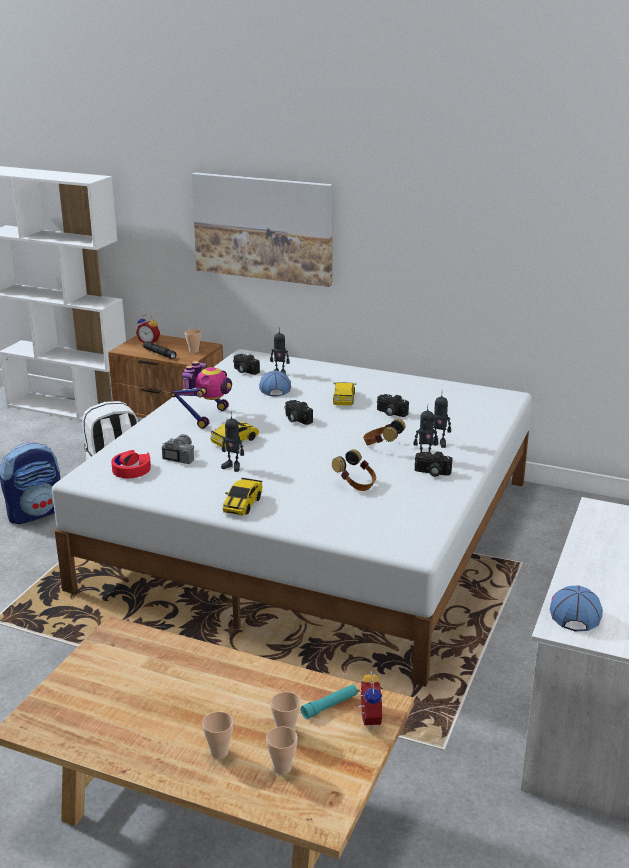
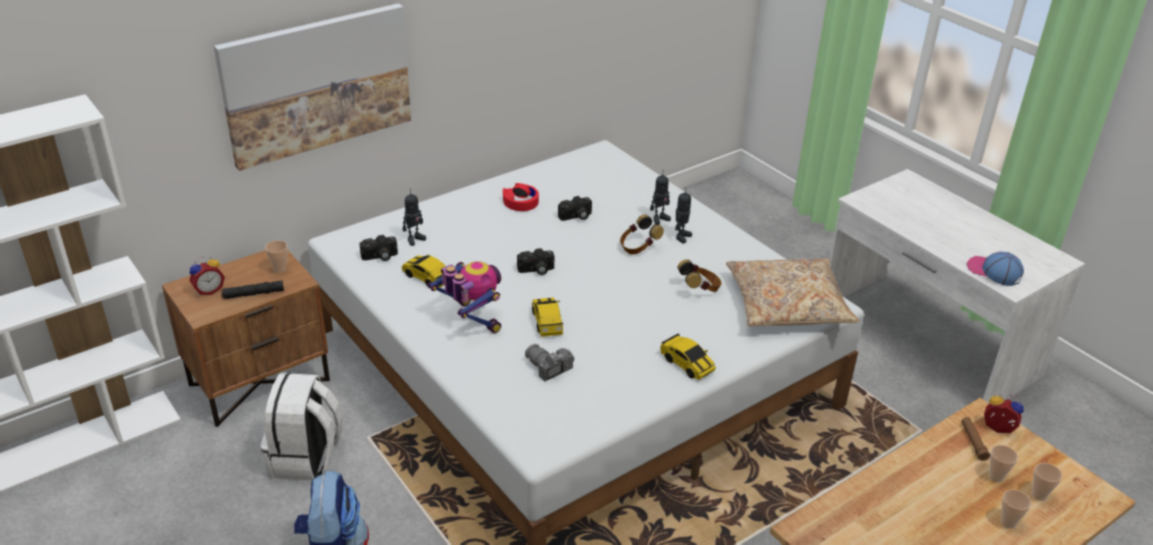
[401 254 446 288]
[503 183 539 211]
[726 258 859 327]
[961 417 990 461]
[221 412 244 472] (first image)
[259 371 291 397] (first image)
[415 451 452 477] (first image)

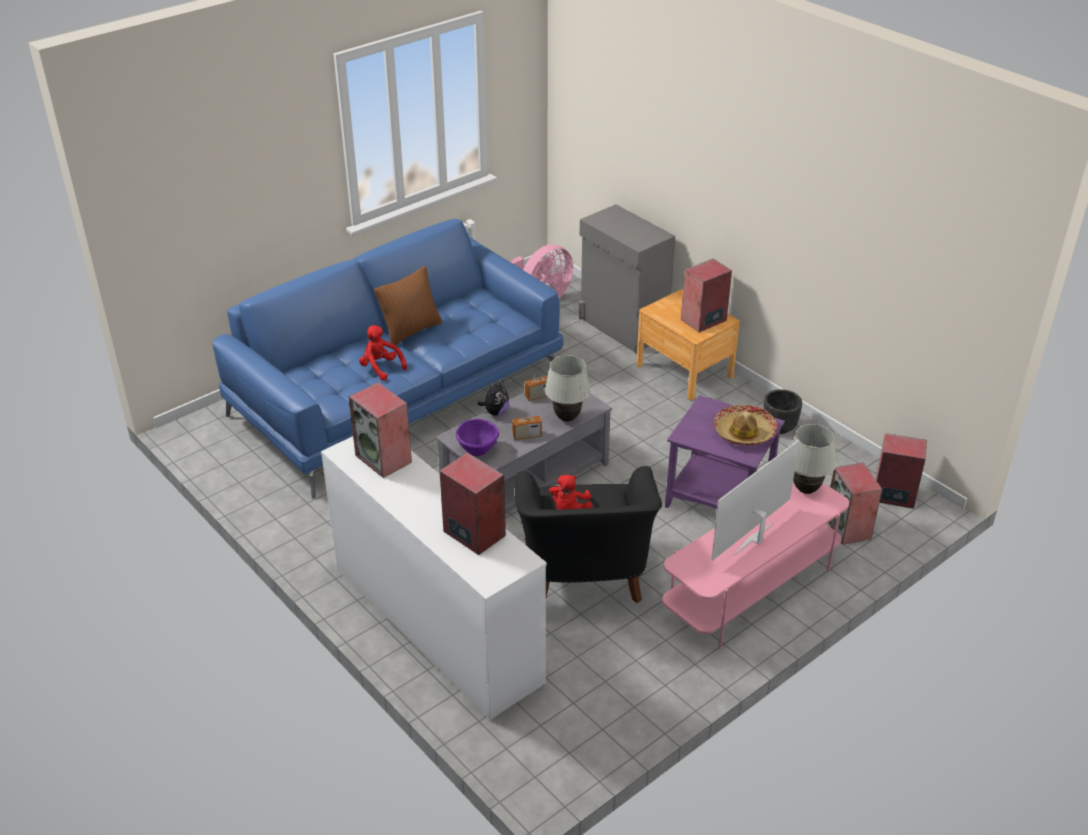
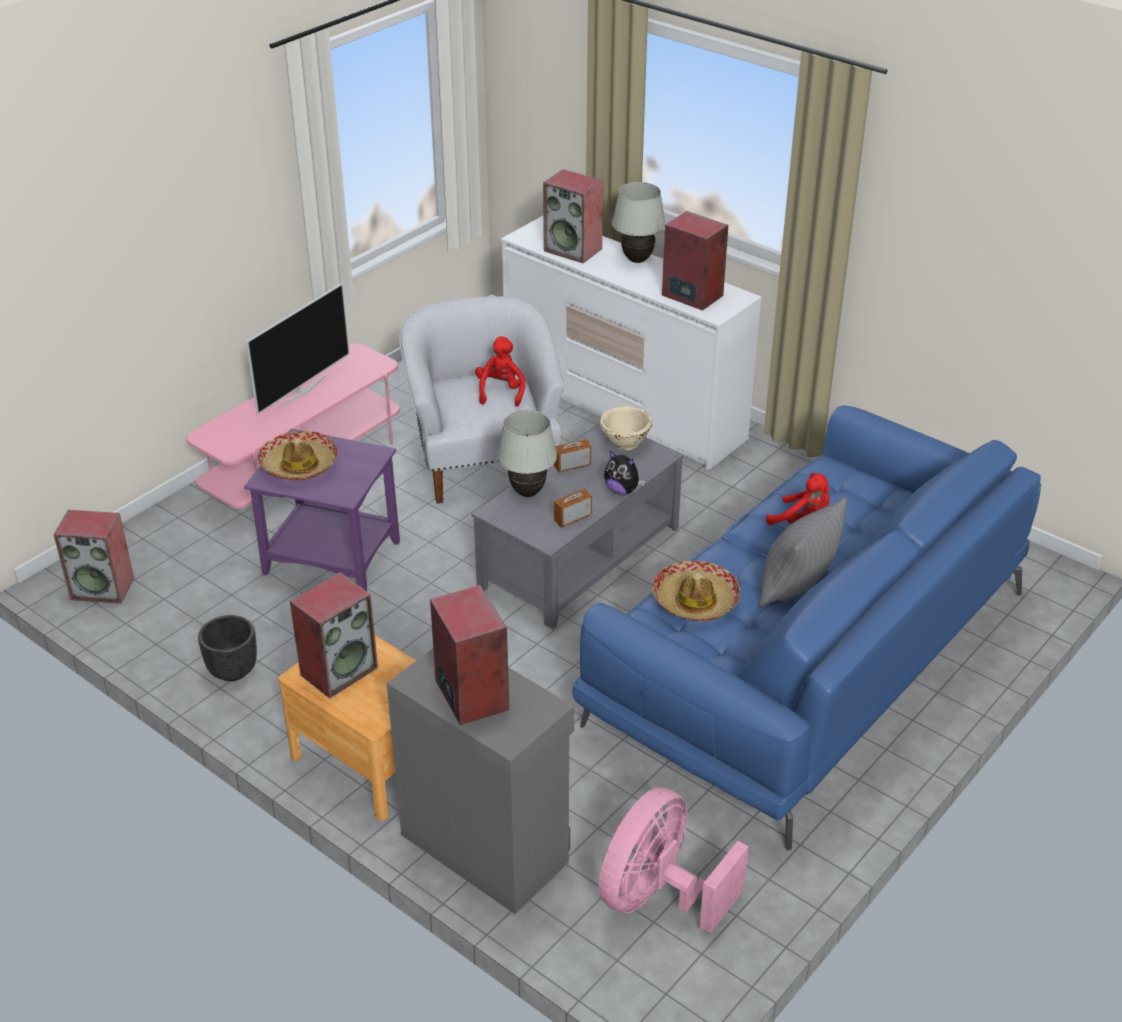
[399 296 565 504]
[430 585 509 725]
[600 406 653 450]
[604 451 645 495]
[612 182 665 263]
[652 561 740 622]
[758 497 847 608]

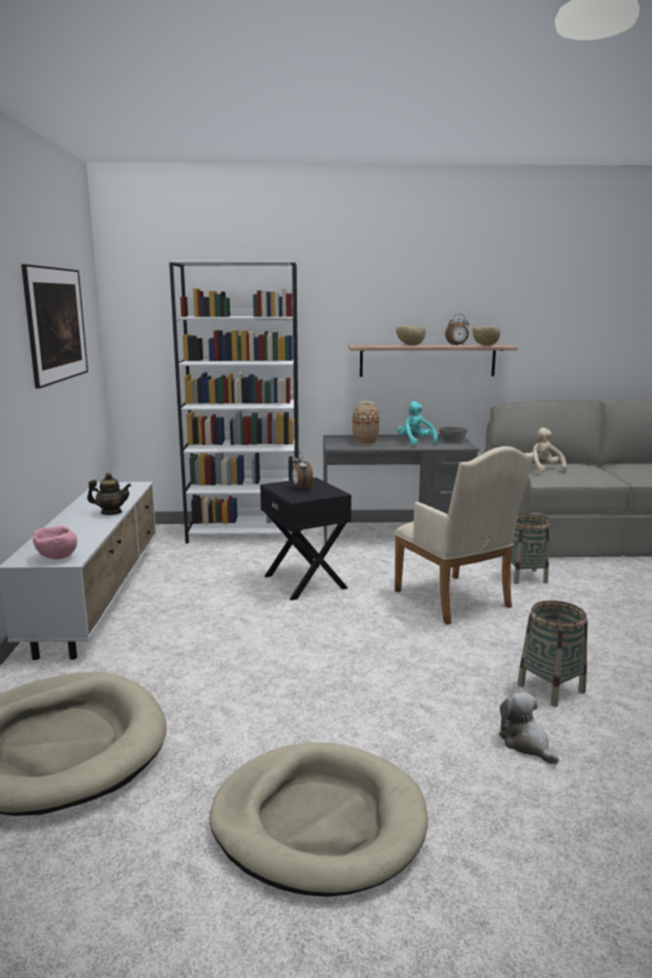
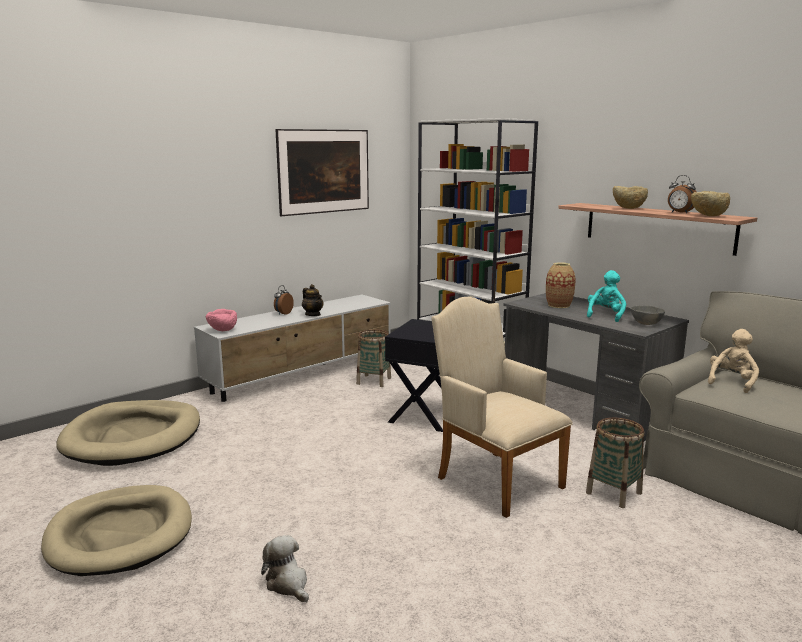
[261 535 309 603]
[274 285 294 315]
[356 329 391 387]
[431 297 573 518]

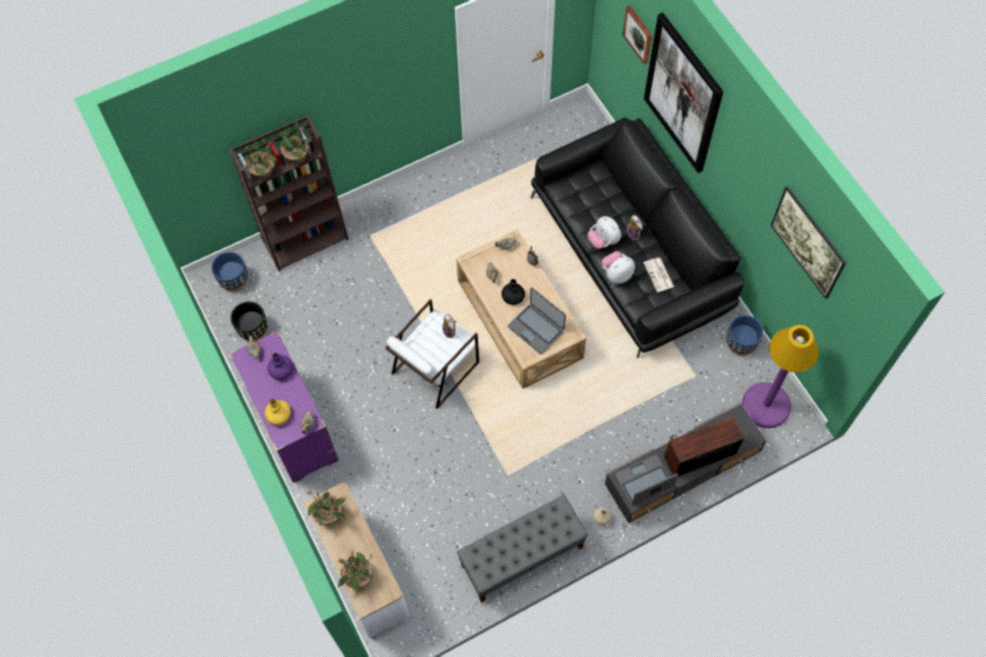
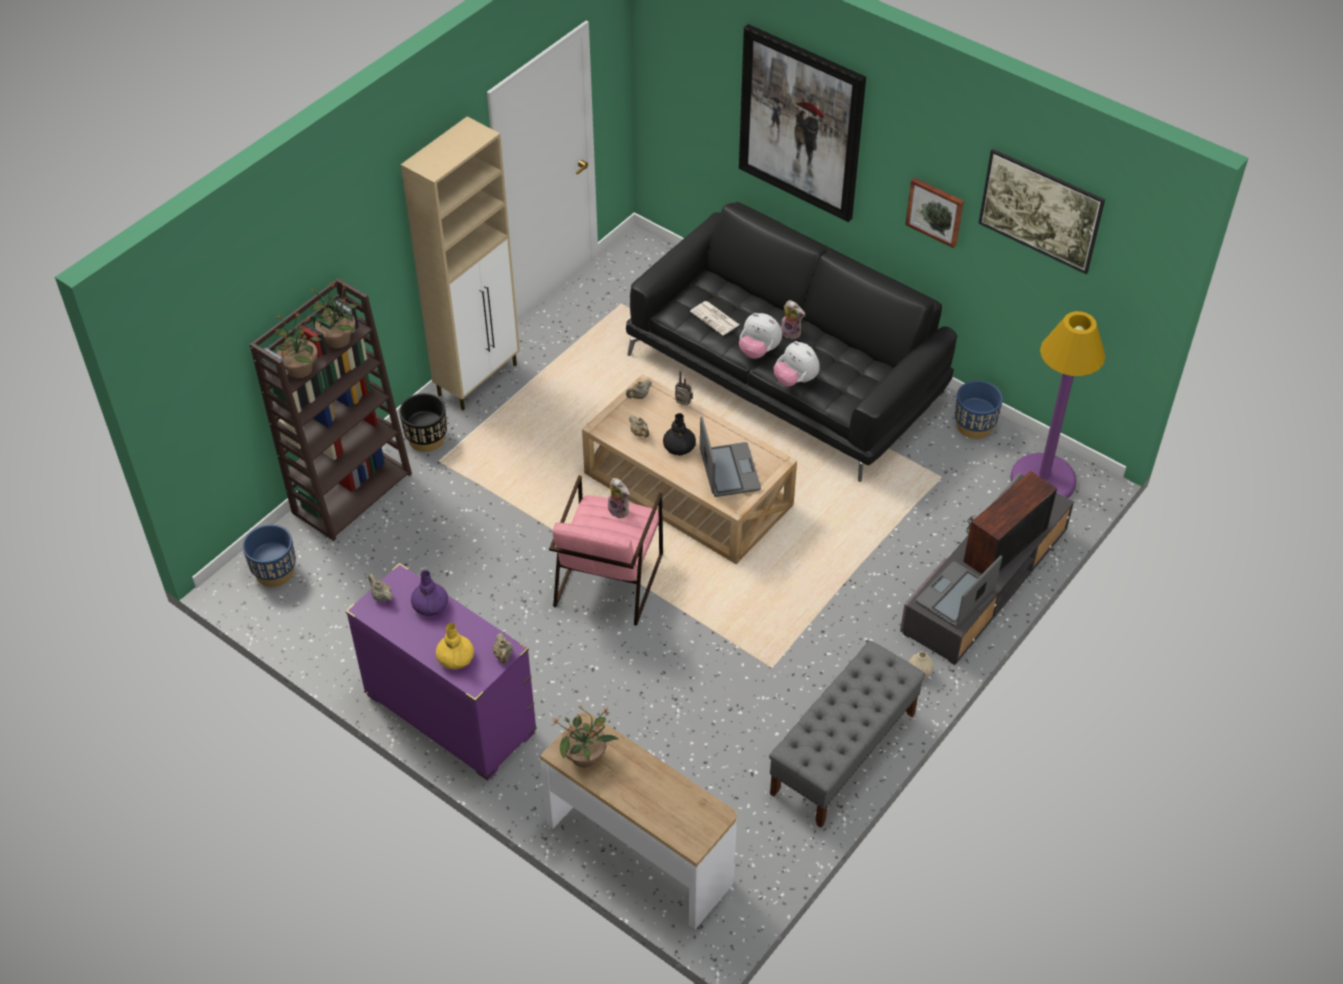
[399 393 447 452]
[401 117 520 410]
[549 475 663 626]
[690 301 739 336]
[700 417 761 497]
[774 341 820 386]
[905 177 964 248]
[337 551 373 592] (first image)

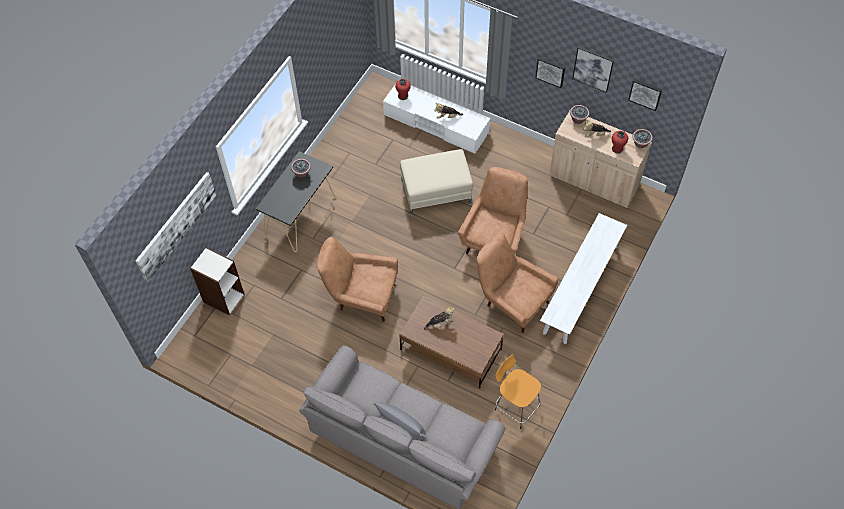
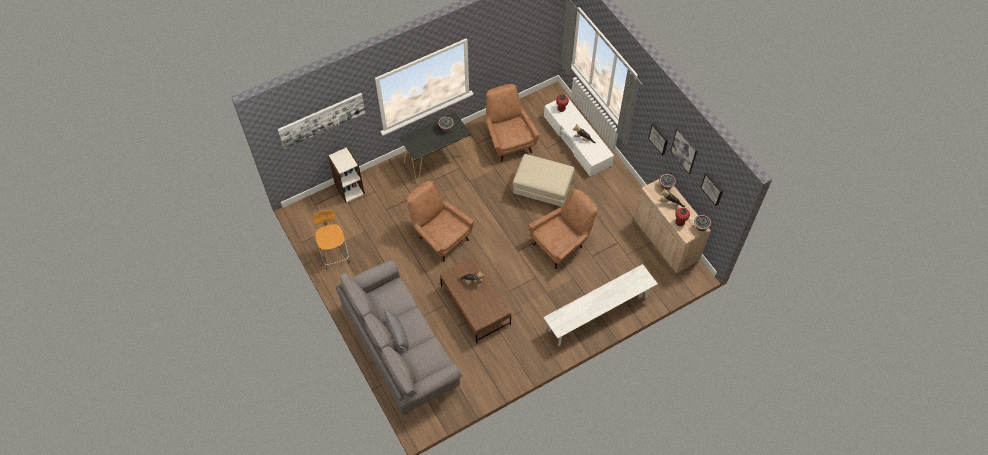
[312 210 350 269]
[486 84 540 162]

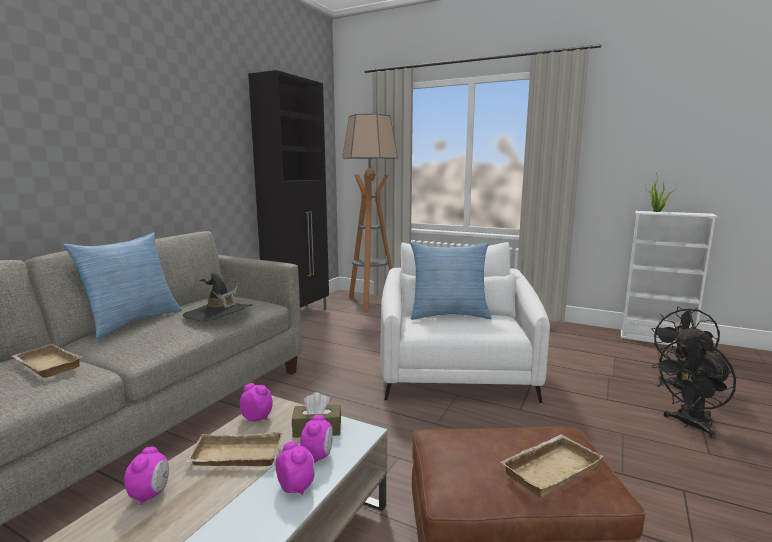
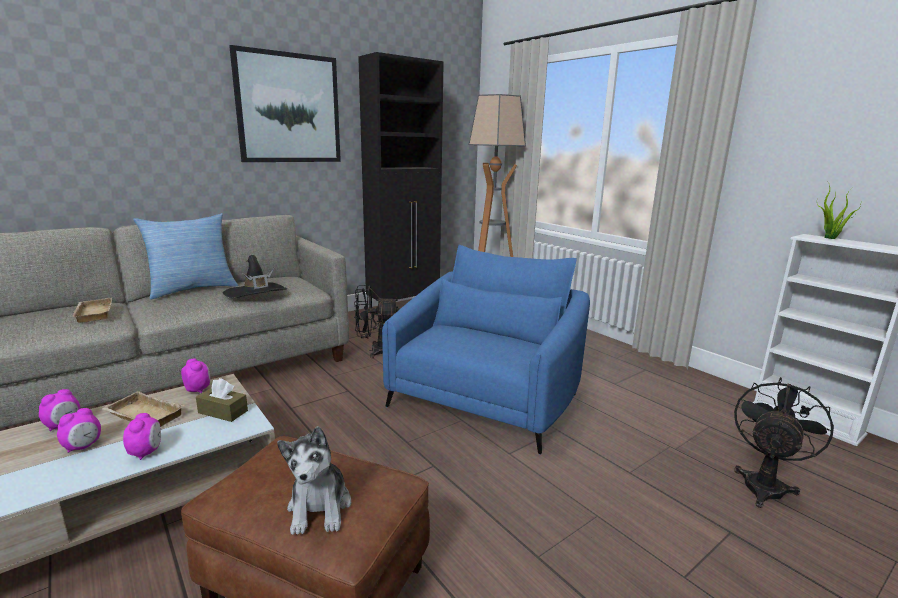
[57 408 101 453]
[229 45 341 162]
[277 426 351 535]
[354 285 400 358]
[382 245 590 455]
[410 242 492 320] (first image)

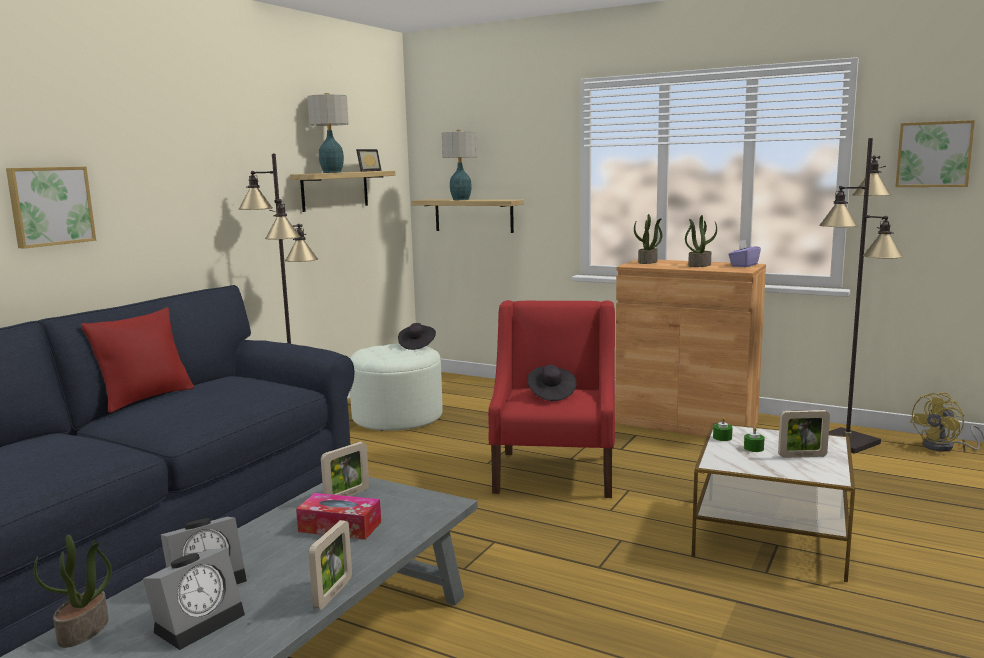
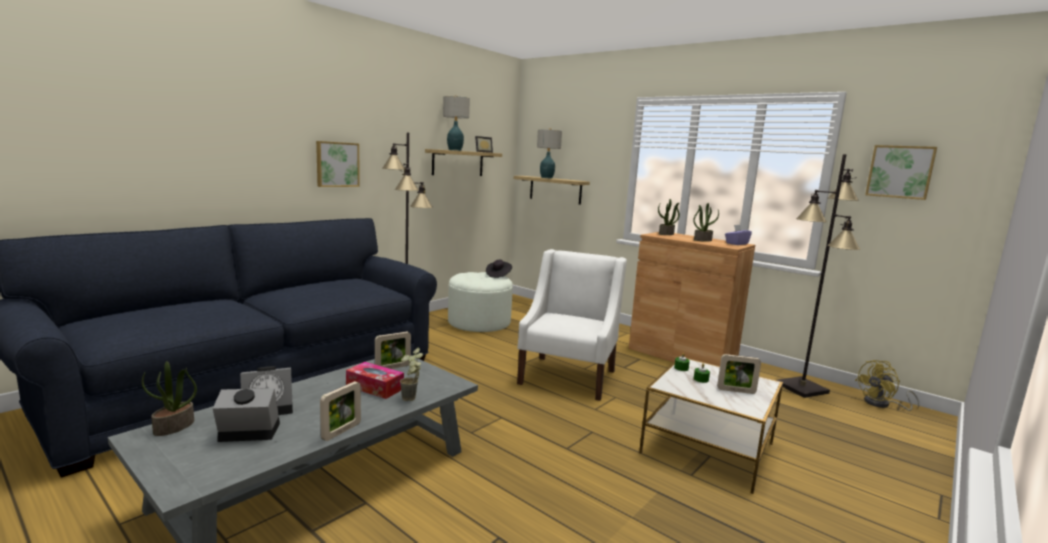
[213 388 280 442]
[316 141 360 187]
[400 347 423 401]
[517 249 627 401]
[81 307 194 413] (first image)
[527 365 576 401] (first image)

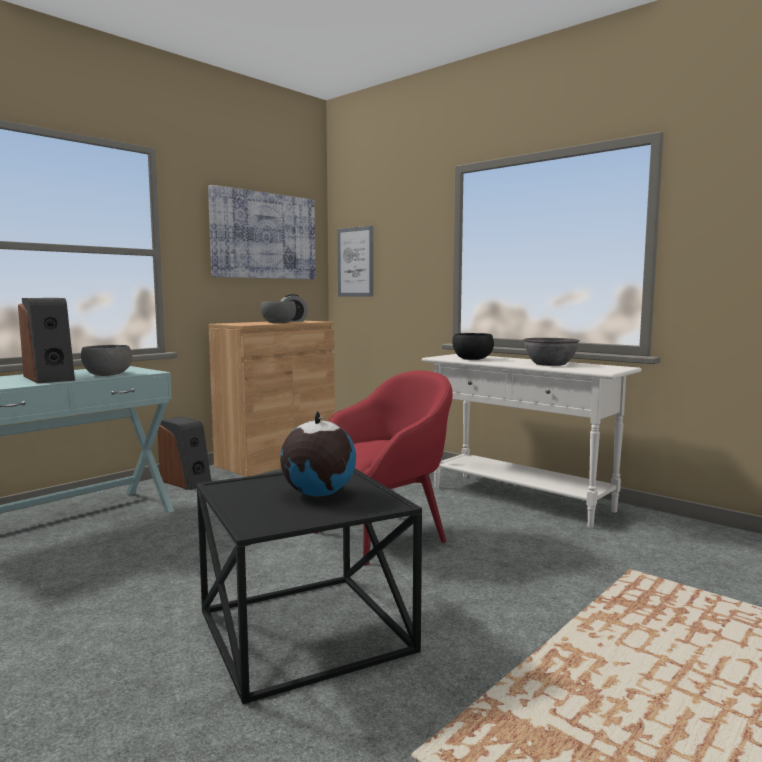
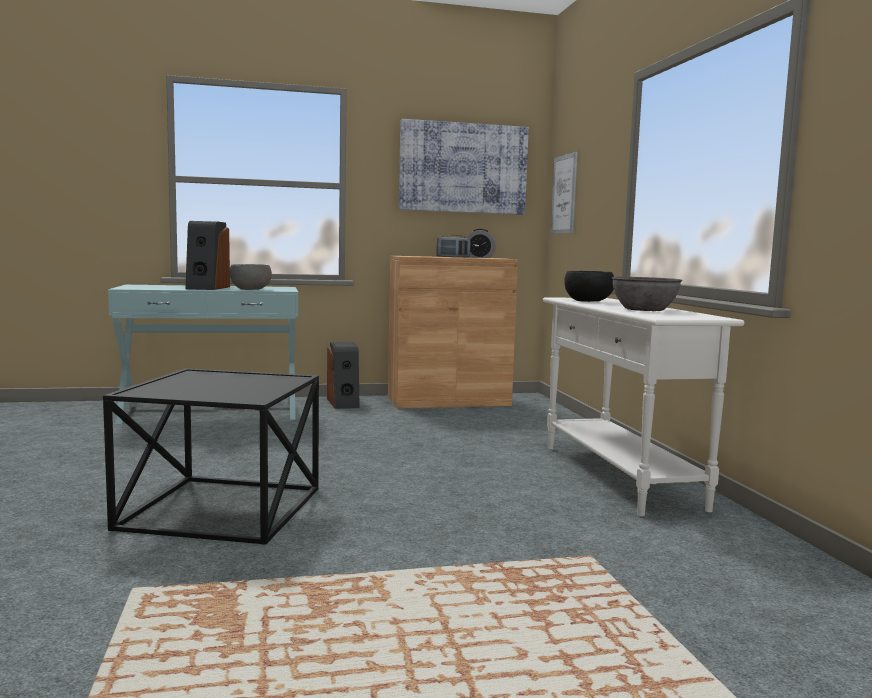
[436 235 471 258]
[280 411 356 497] (first image)
[315 371 453 566] (first image)

